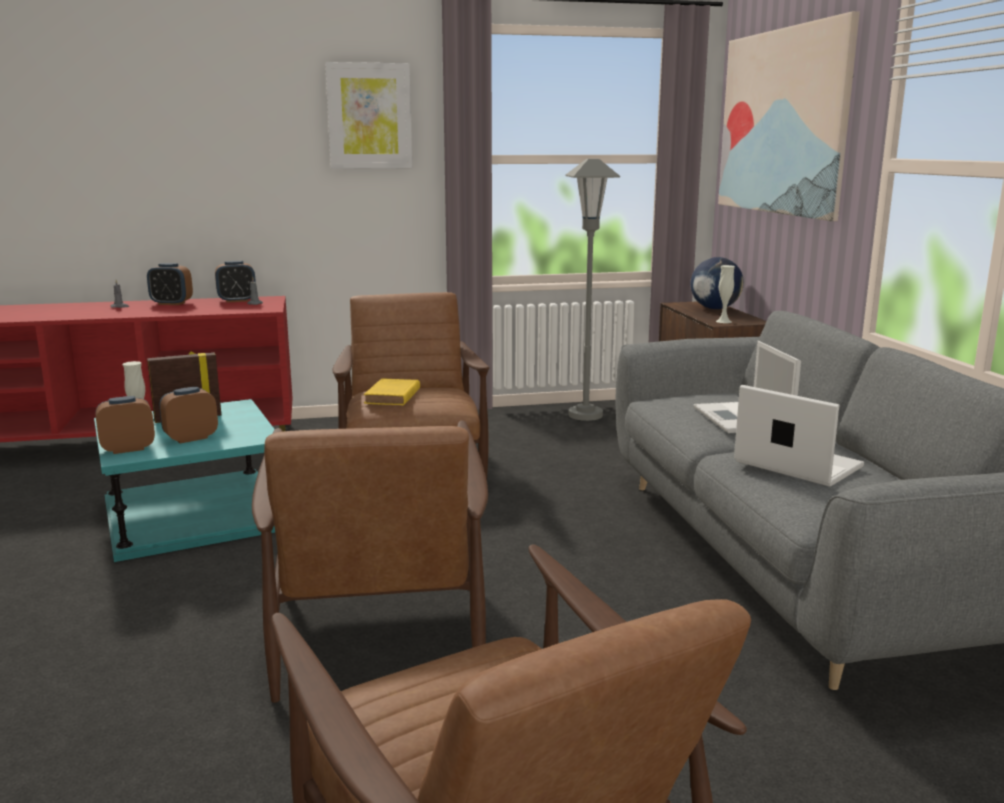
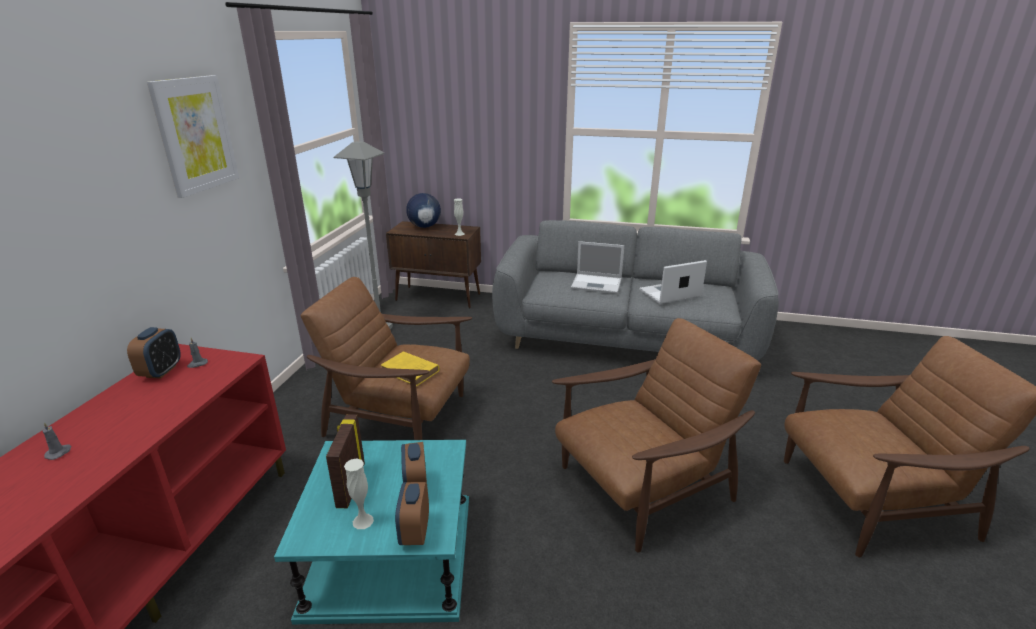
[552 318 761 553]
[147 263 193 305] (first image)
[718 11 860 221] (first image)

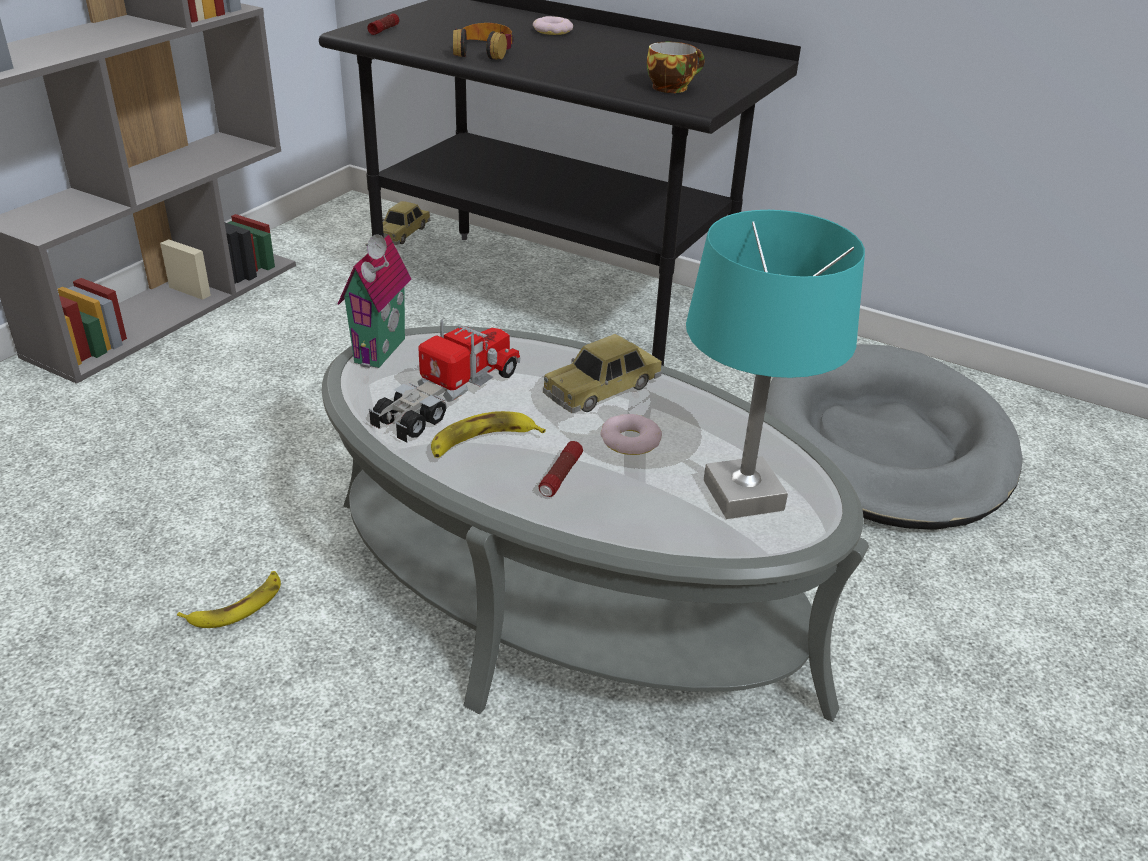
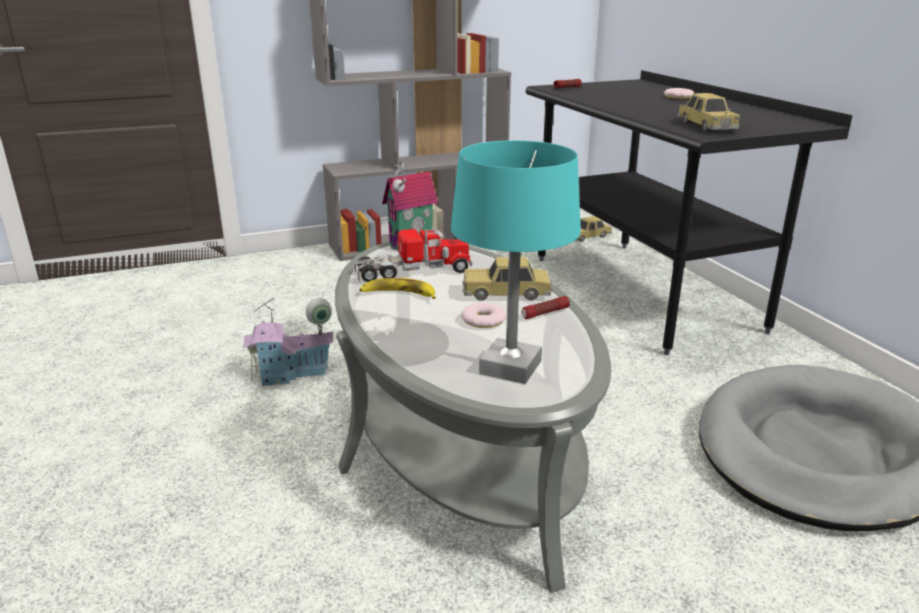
[242 298 334 386]
[521 296 570 319]
[678 93 740 132]
[453 23 513 60] (first image)

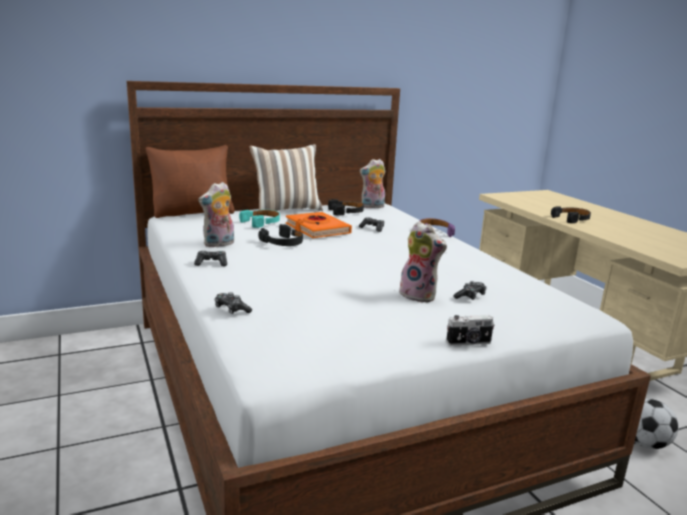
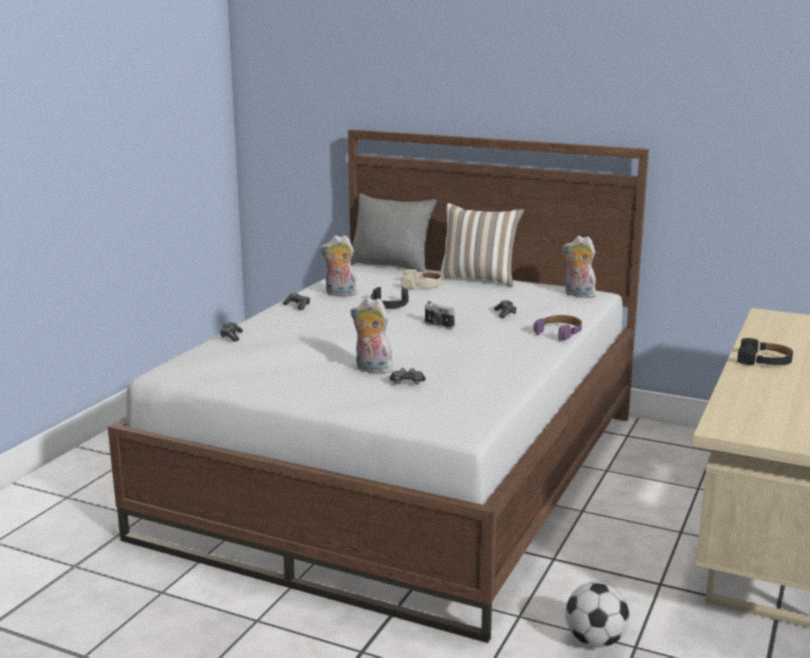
[351 193 437 272]
[351 297 393 375]
[401 269 442 289]
[425 301 455 329]
[286 212 352 238] (first image)
[328 199 364 216] (first image)

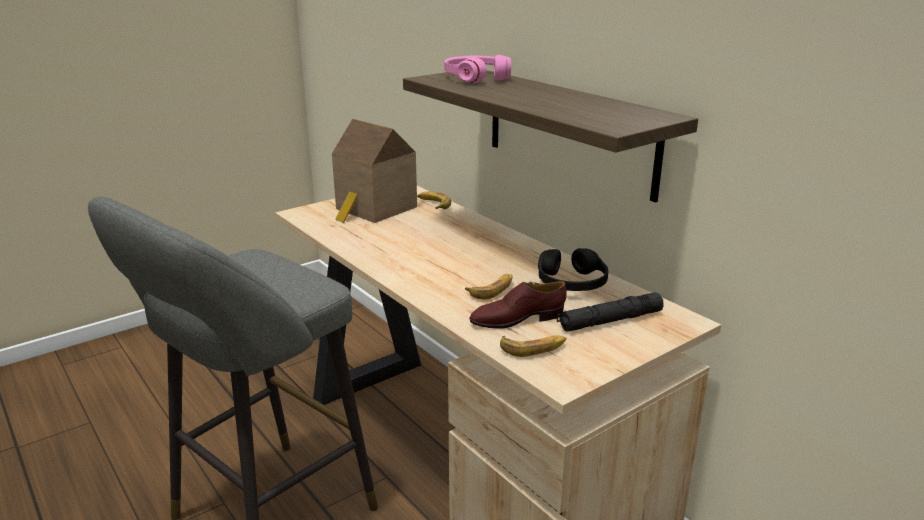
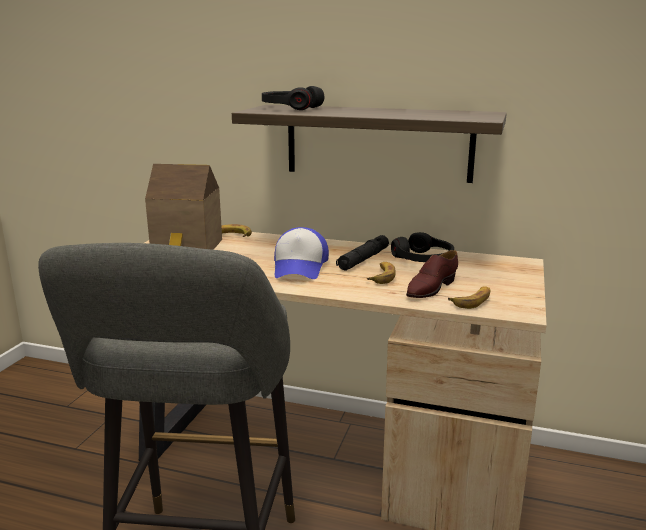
[262 86 324 110]
[274 227 329 279]
[336 235 389 271]

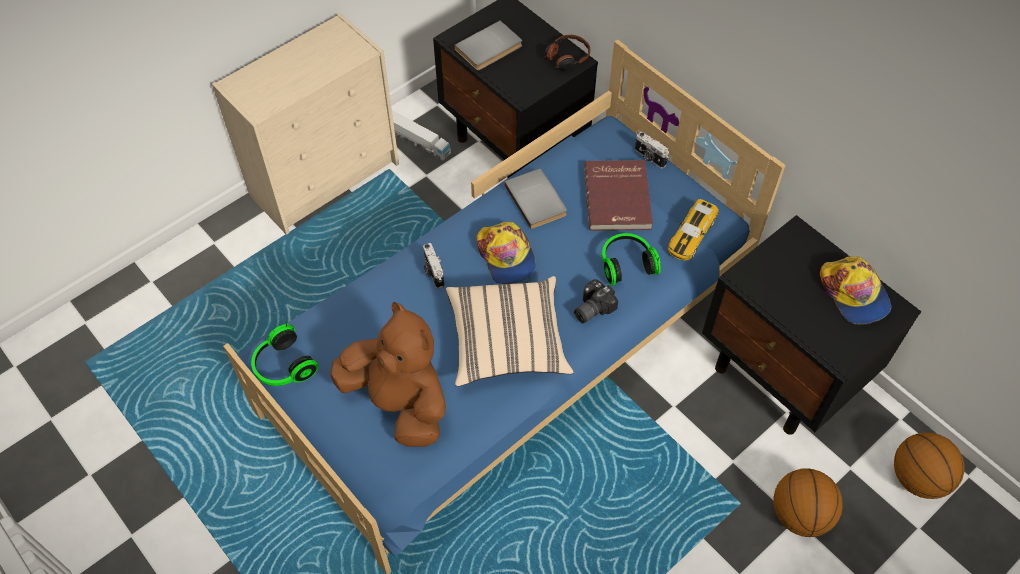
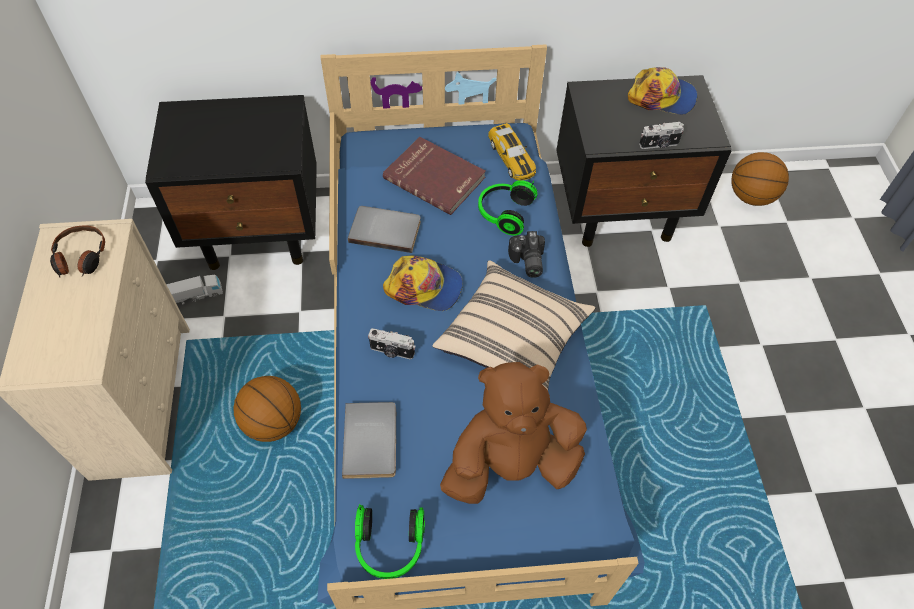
[50 226 105 278]
[234 376 301 442]
[342 402 396 479]
[639 122 684 149]

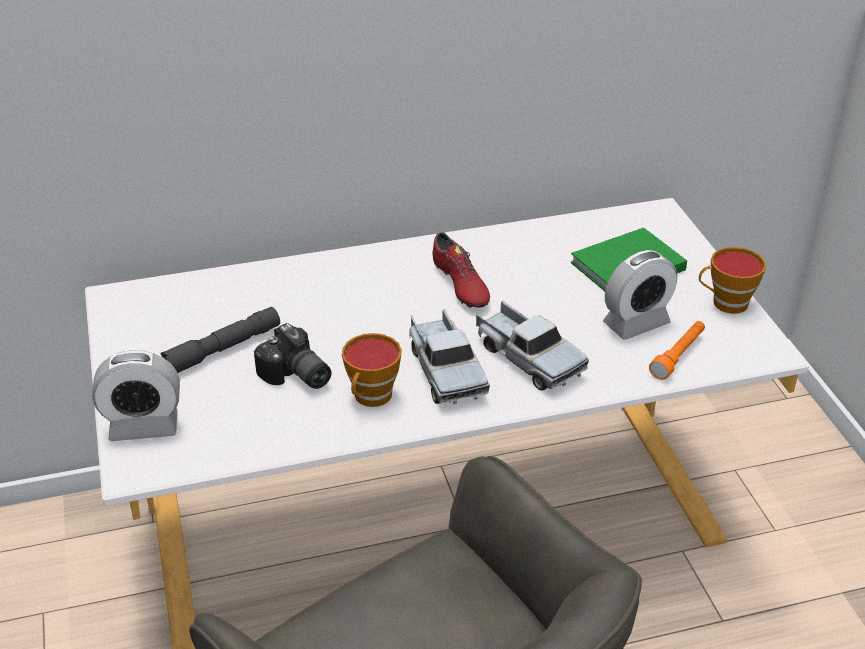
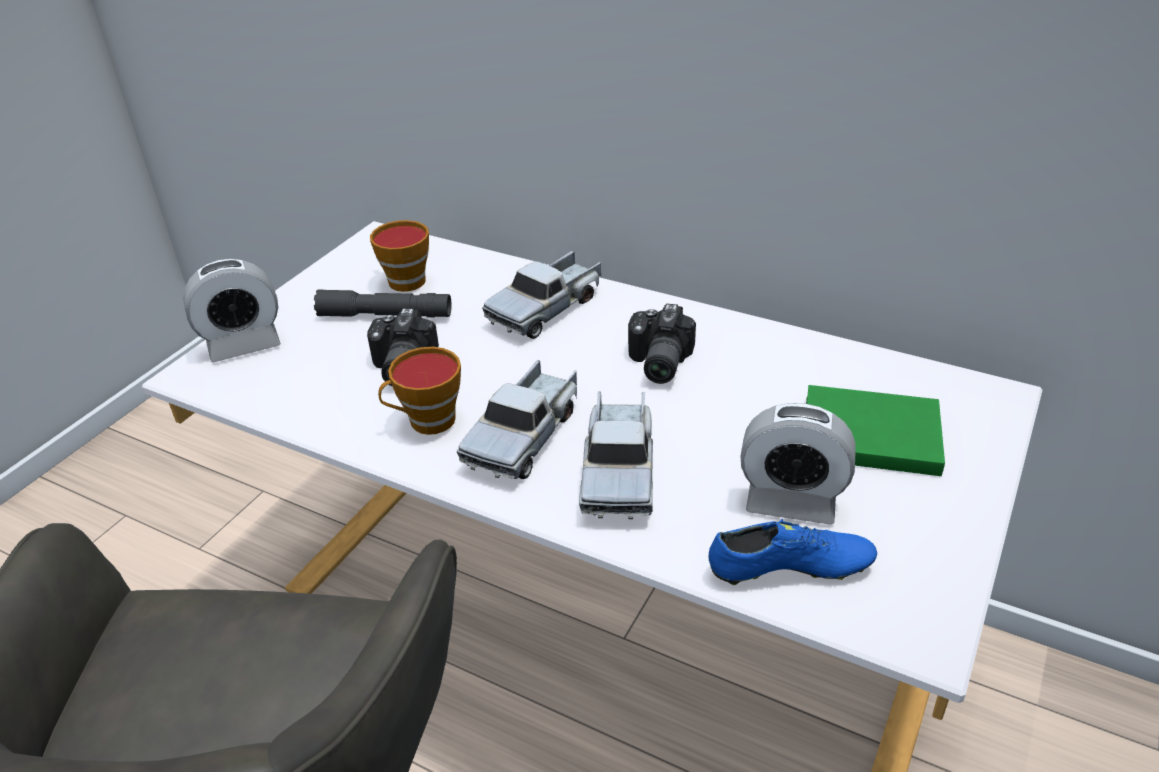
[183 259 281 362]
[370 220 429 292]
[482 251 601 339]
[628 304 696 384]
[709 519 877 585]

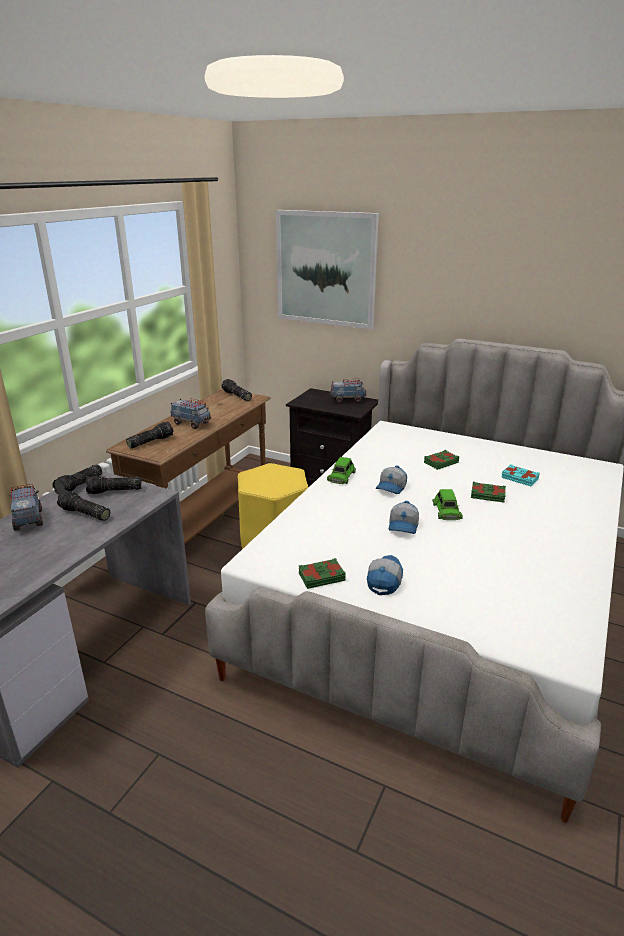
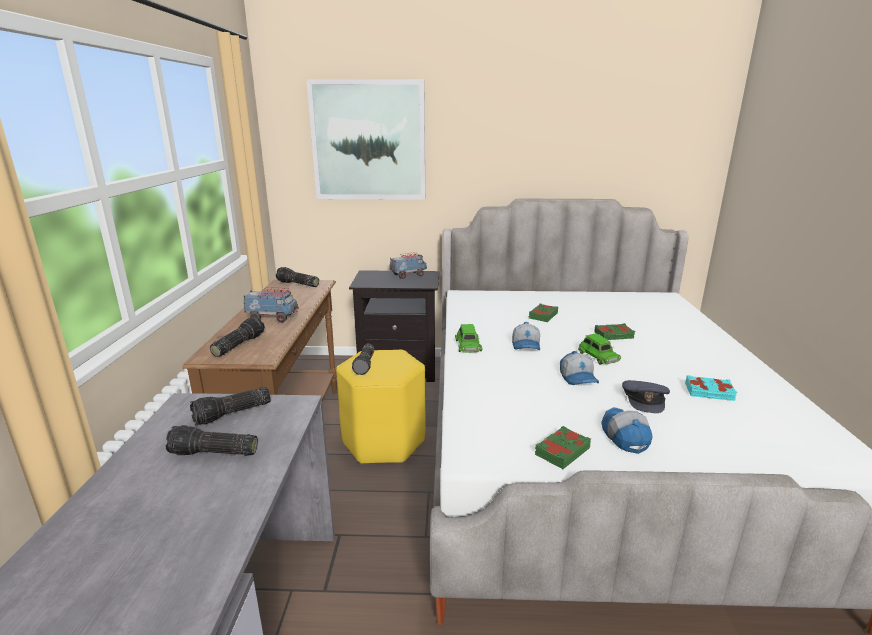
[352 344 374 375]
[622 380 670 413]
[685 375 737 401]
[10 484 43 531] (first image)

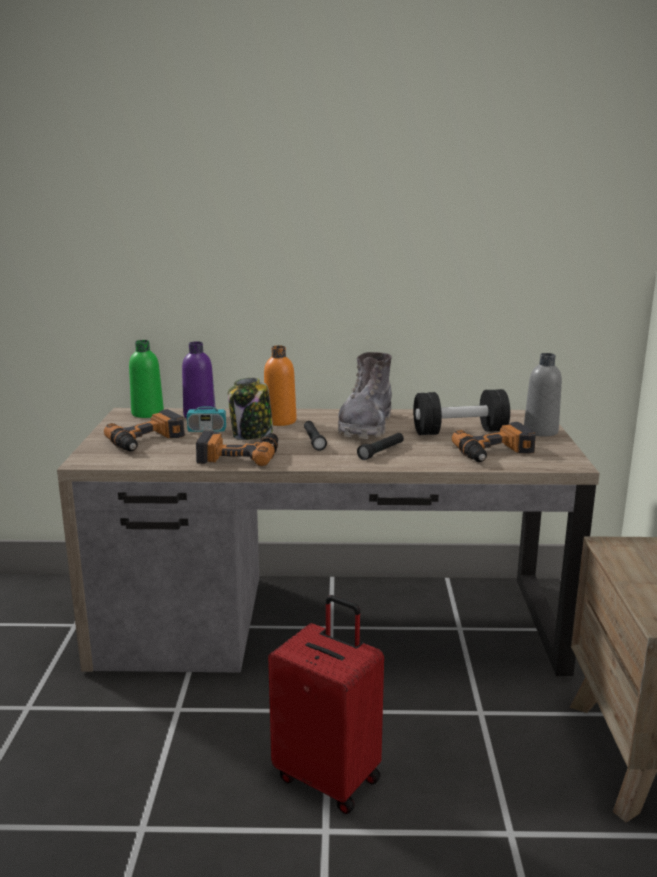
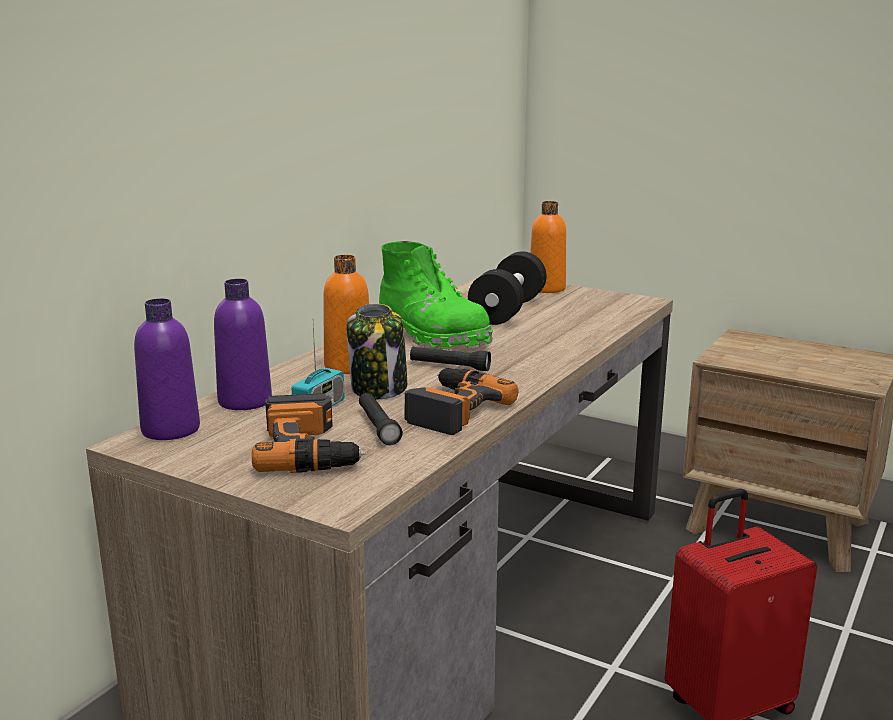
[134 298 200 440]
[359 393 403 445]
[379 241 493 350]
[530 201 566 293]
[452 422 536 462] (first image)

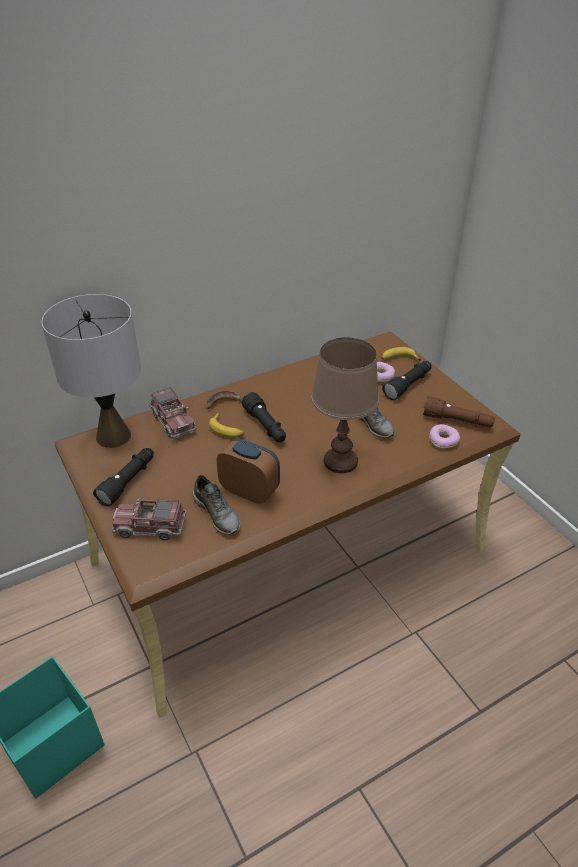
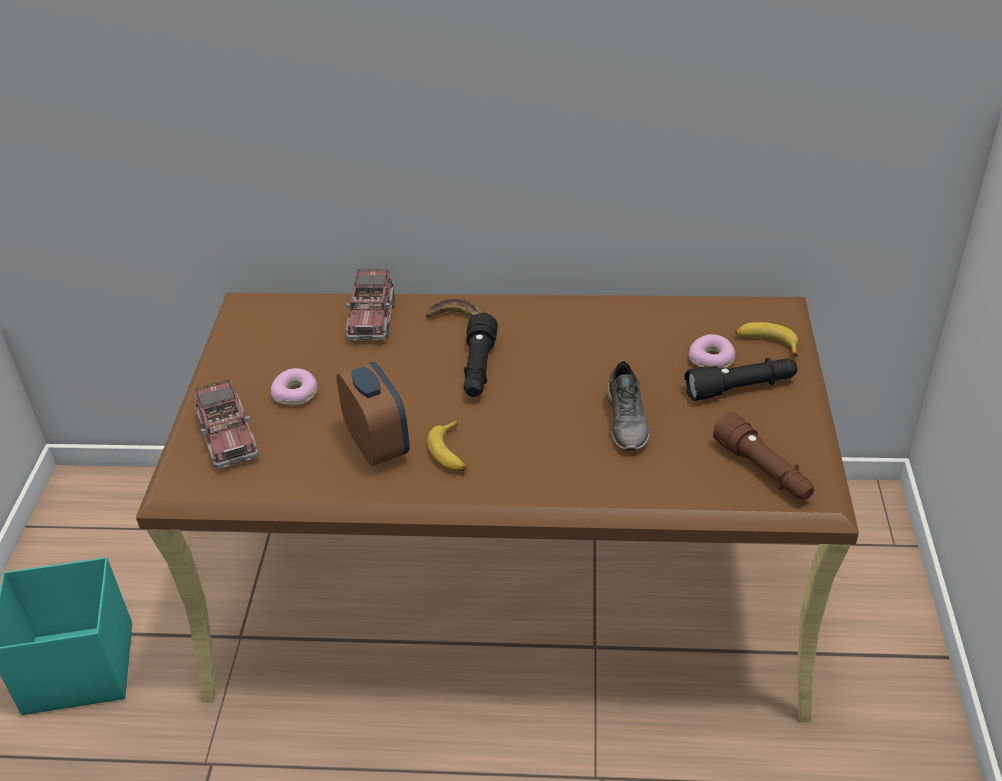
[194 379 259 469]
[271 368 318 406]
[427 420 467 471]
[42 294 141 448] (first image)
[93 448 154 506] (first image)
[192 475 240 535] (first image)
[311 337 379 473] (first image)

